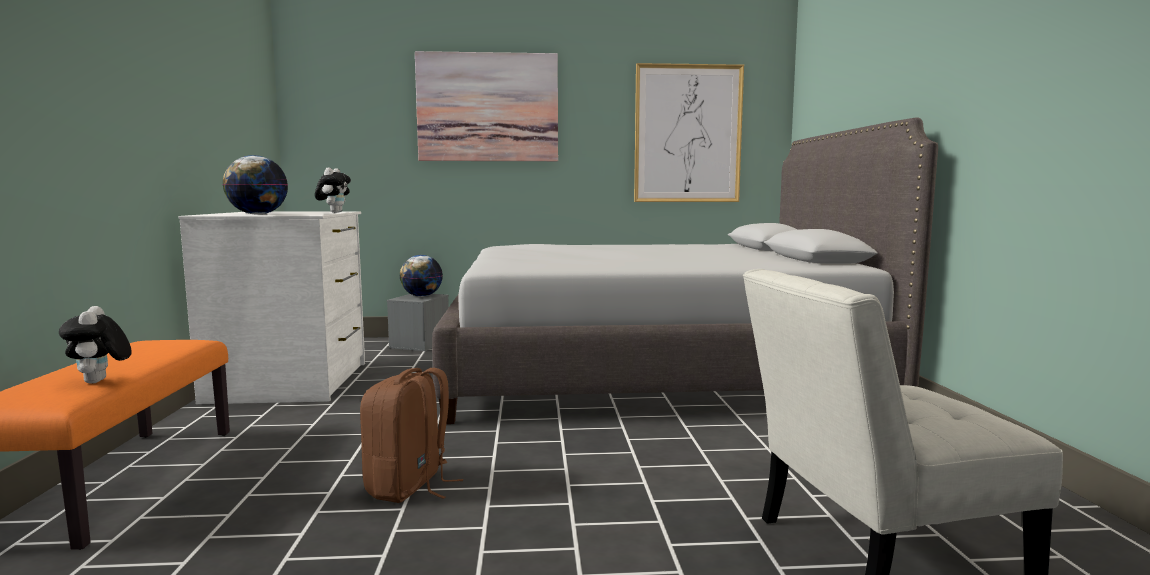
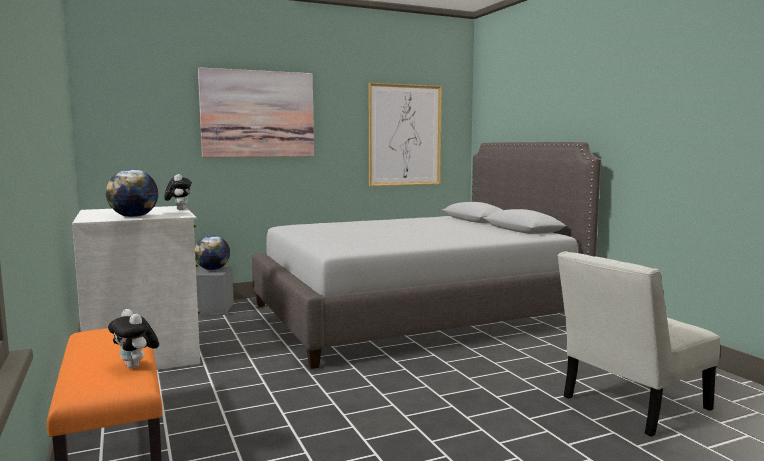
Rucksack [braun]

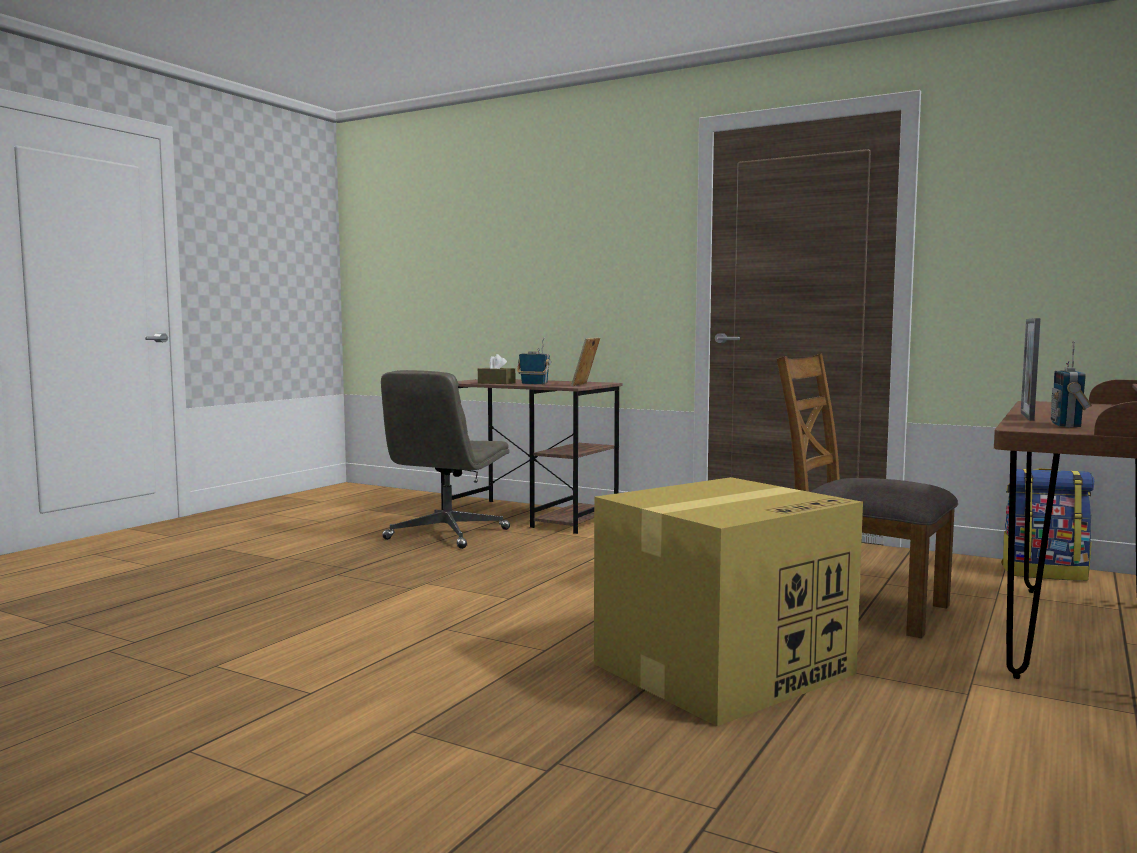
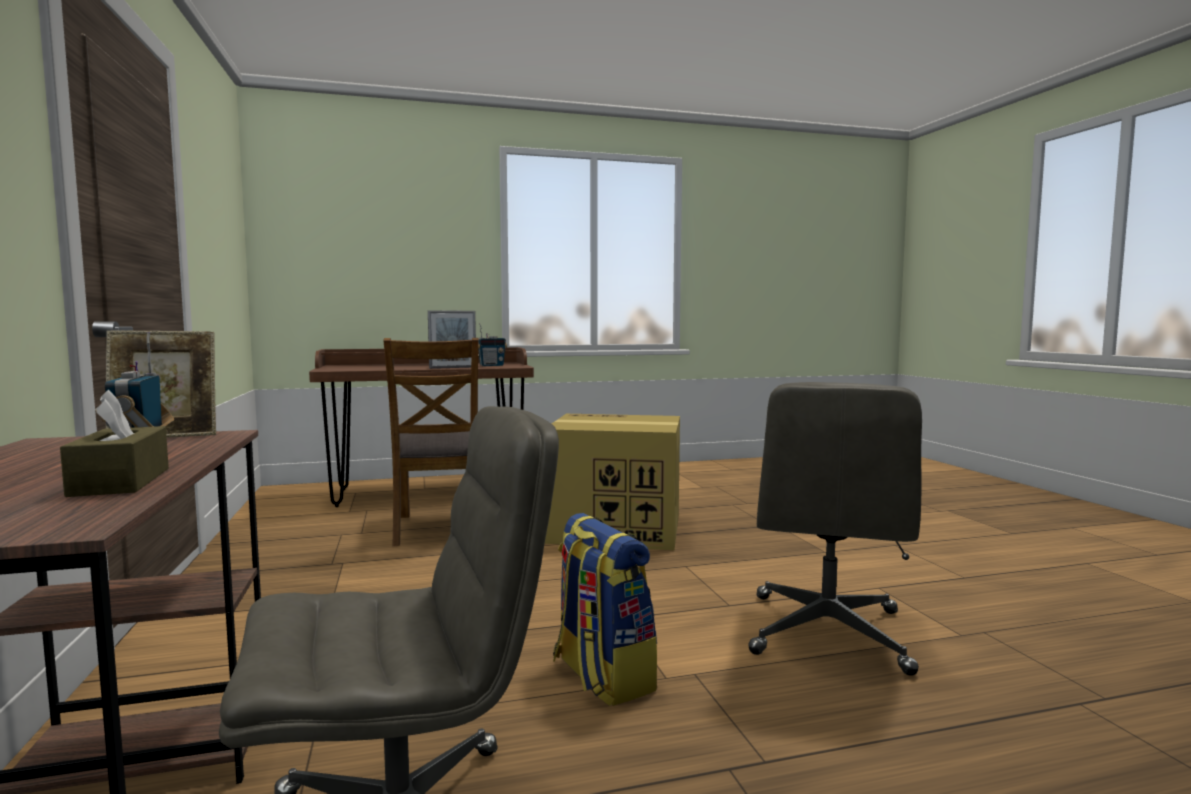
Bürostuhl [grau] (no. 2 from left); Rucksack

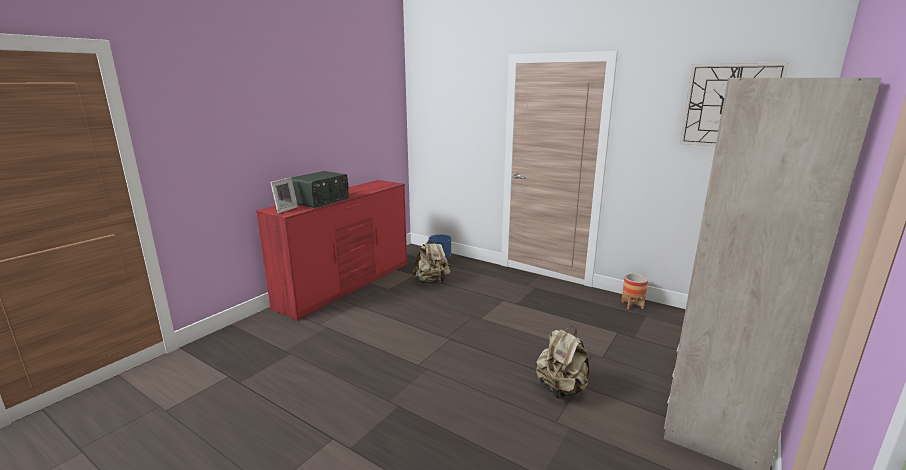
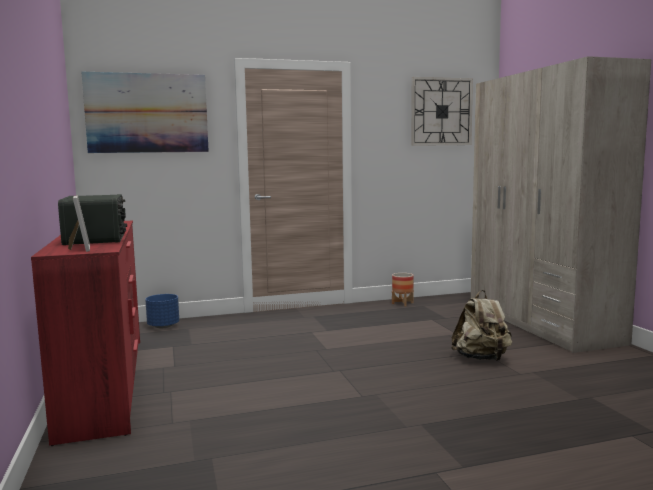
Rucksack [beige] (no. 1 from left in the first image); Bild

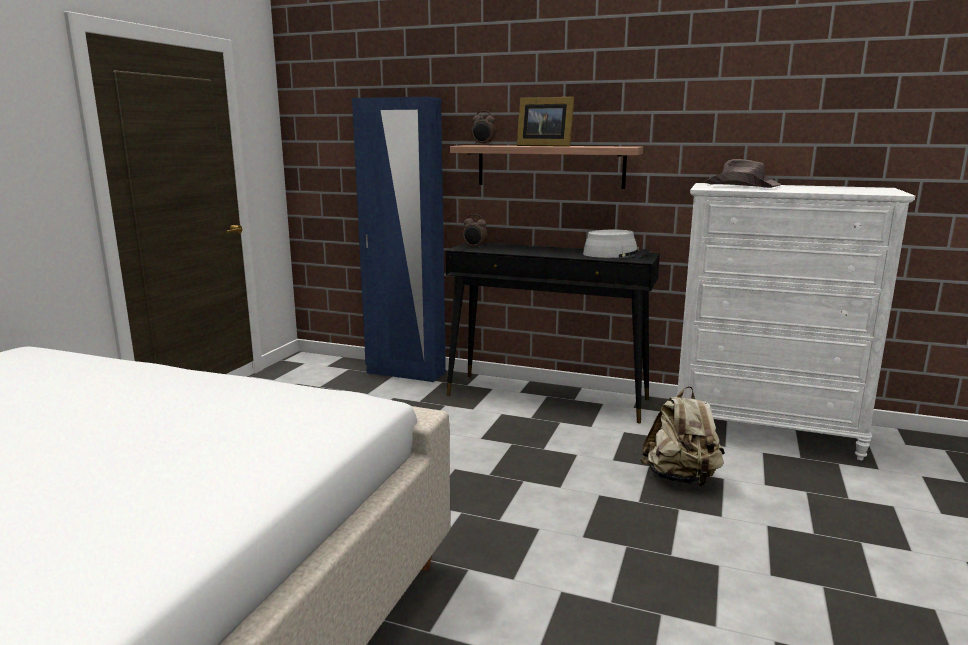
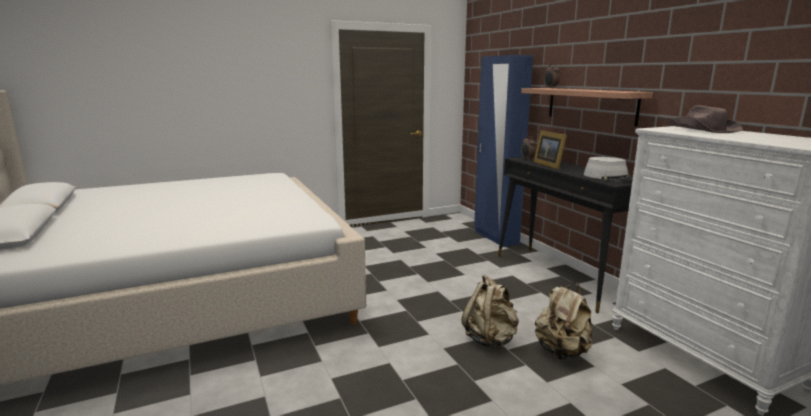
Rucksack [beige] (no. 1 from left); Bilderrahmen

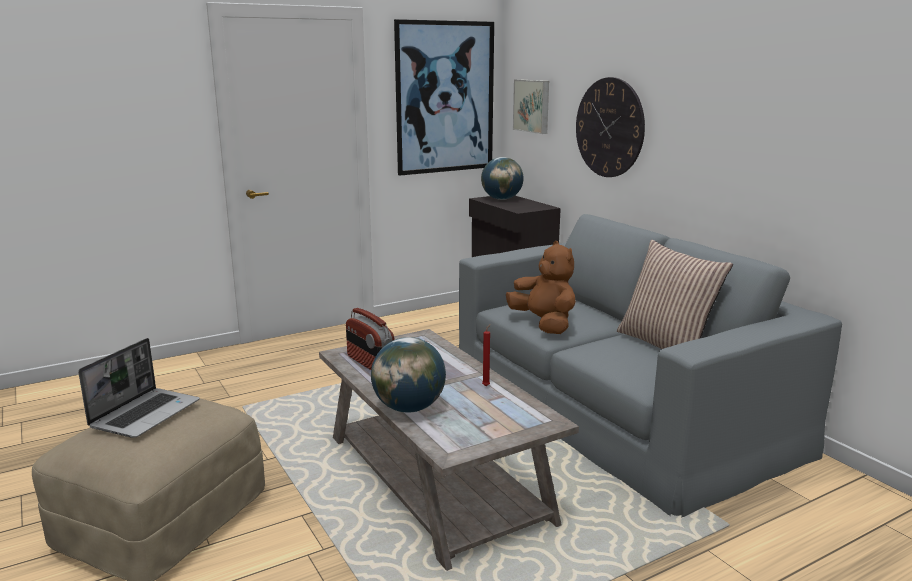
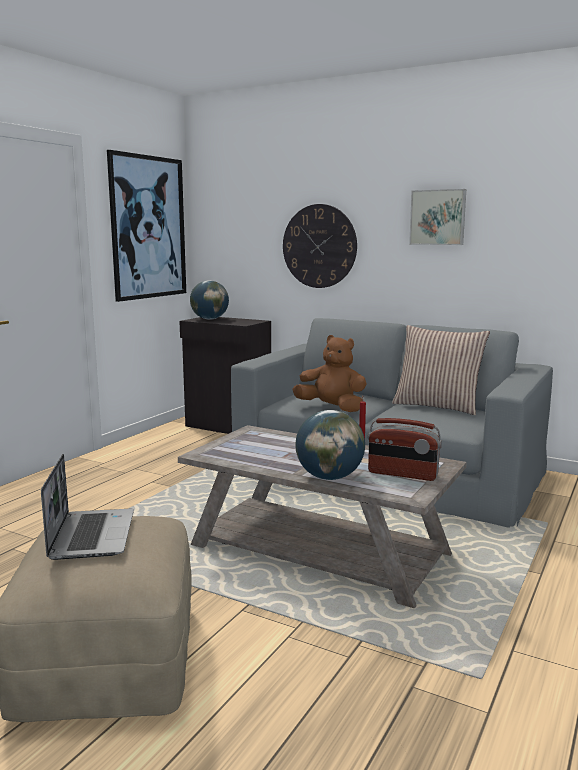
Radio; Bild (no. 2 from left)

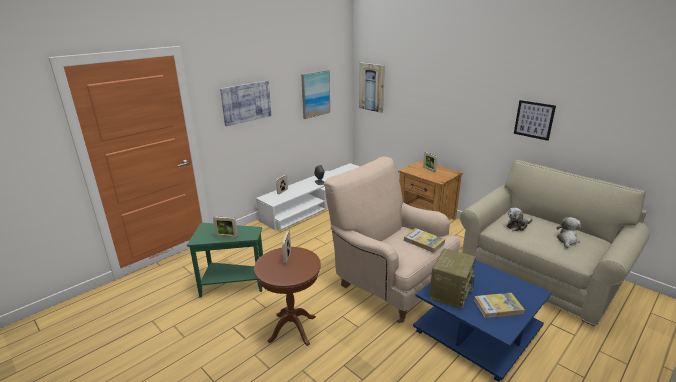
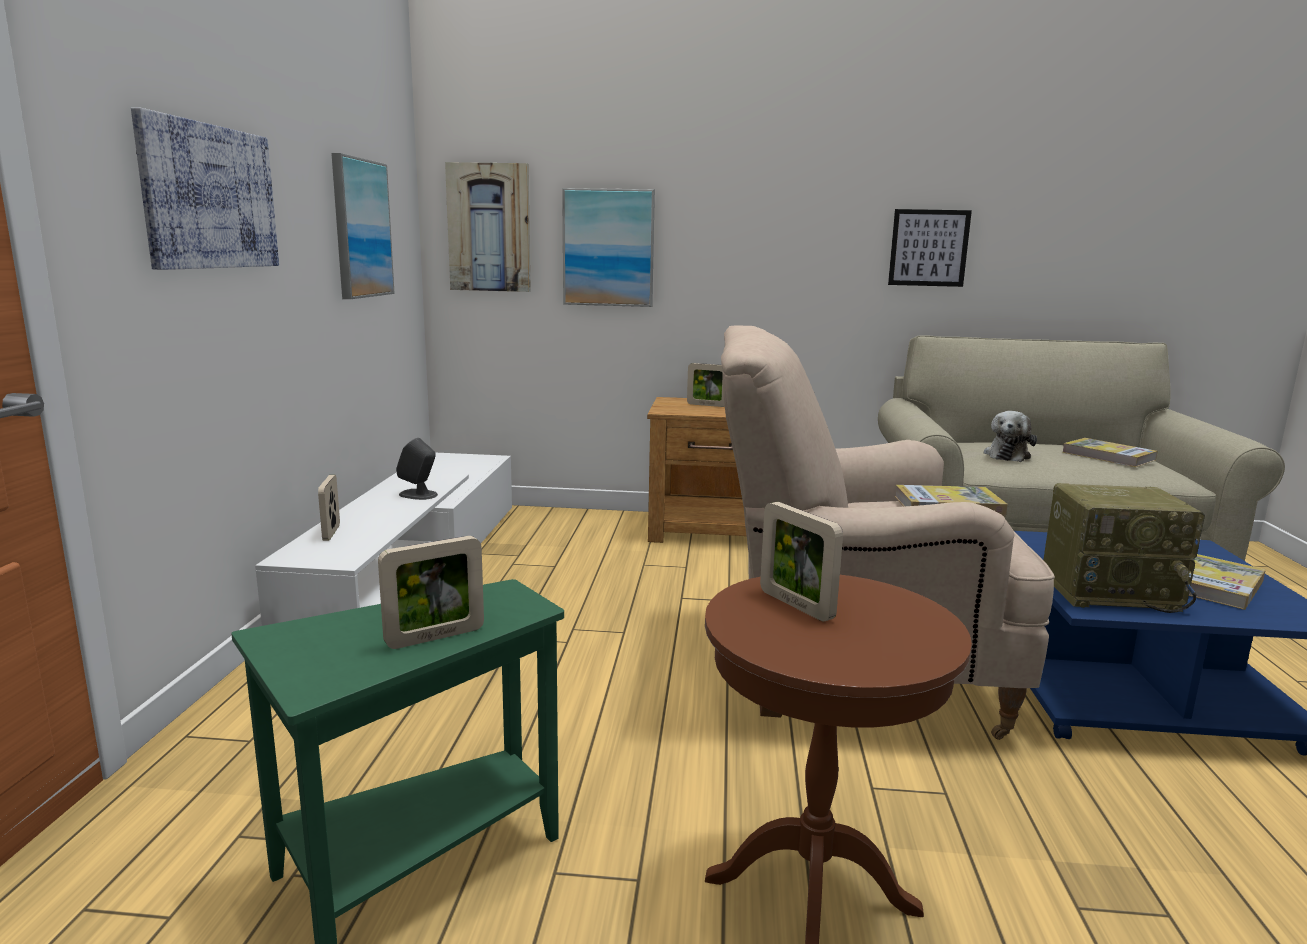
Bild (no. 4 from left); Buch (no. 2 from left); Radio

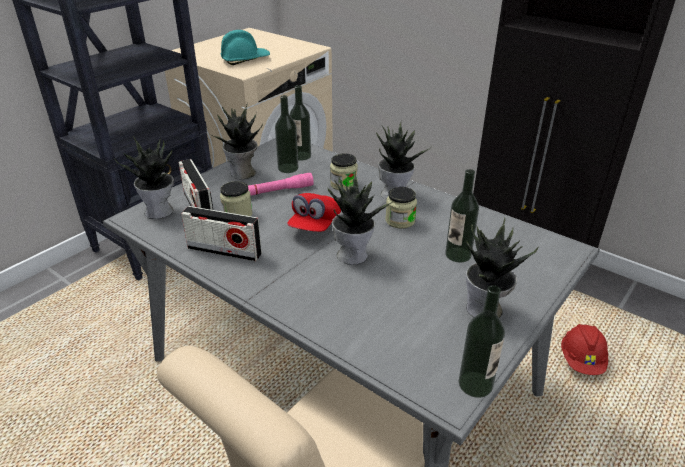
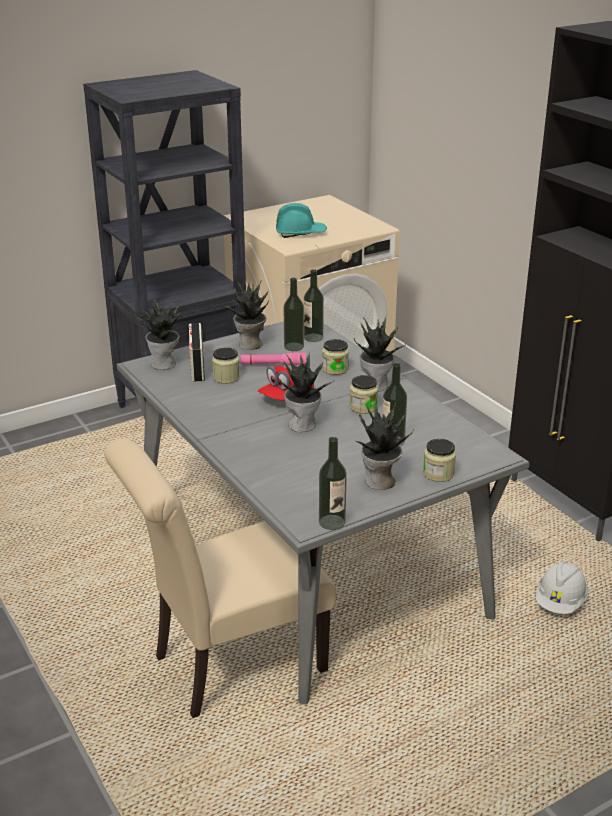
Radio (no. 2 from left in the first image); Vorratsglas (no. 4 from left); Schutzhelm [weiß]

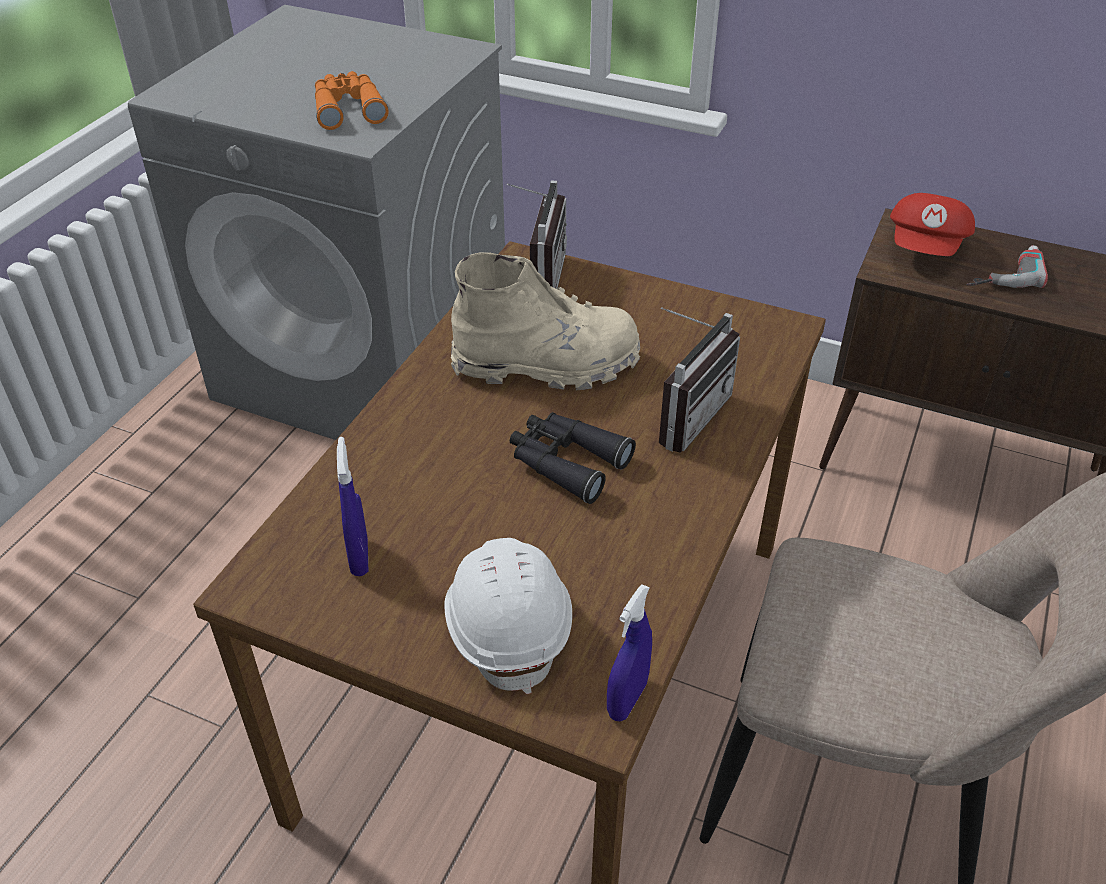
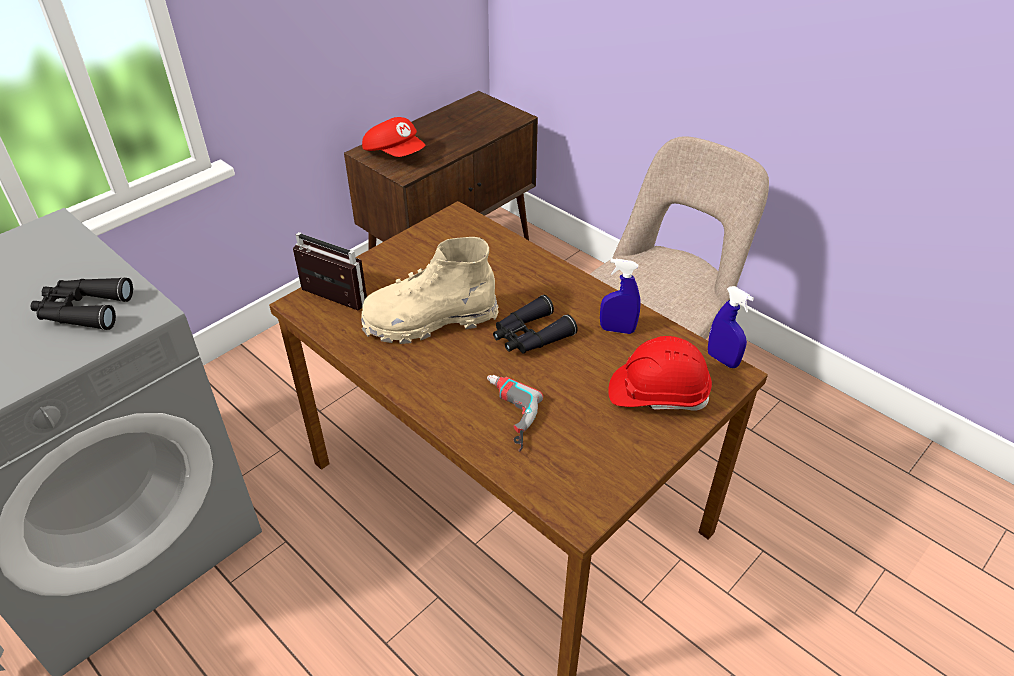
Radio (no. 2 from left in the first image); Sprühflasche [blau] (no. 1 from left); Bohrmaschine; Fernglas [schwarz] (no. 1 from left); Schutzhelm [rot]; Stiefel [beige]

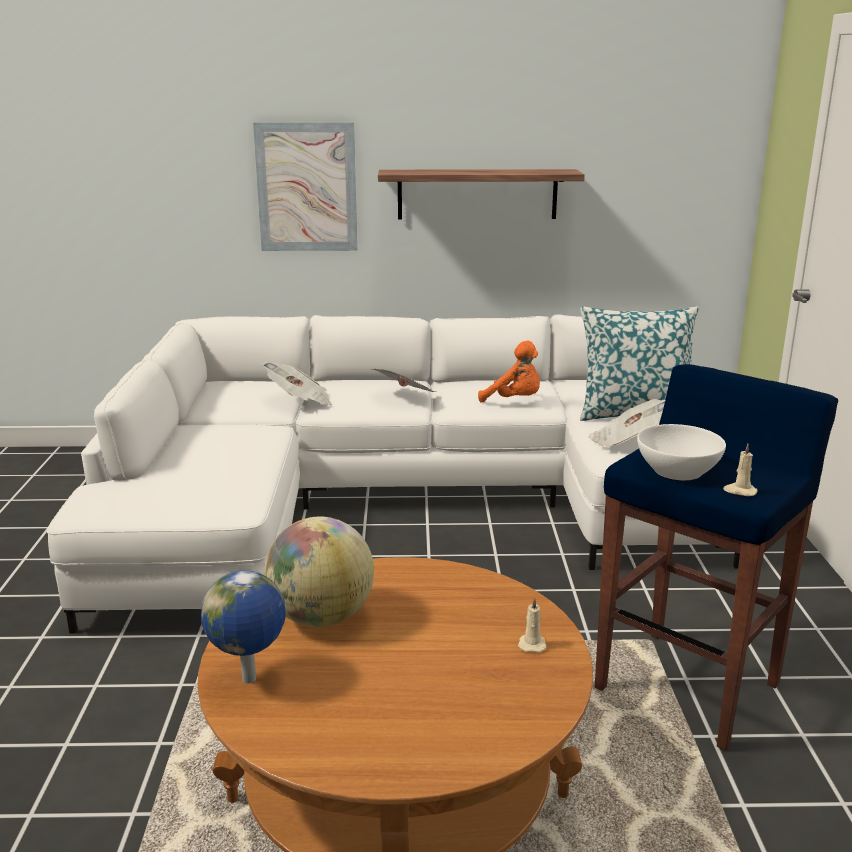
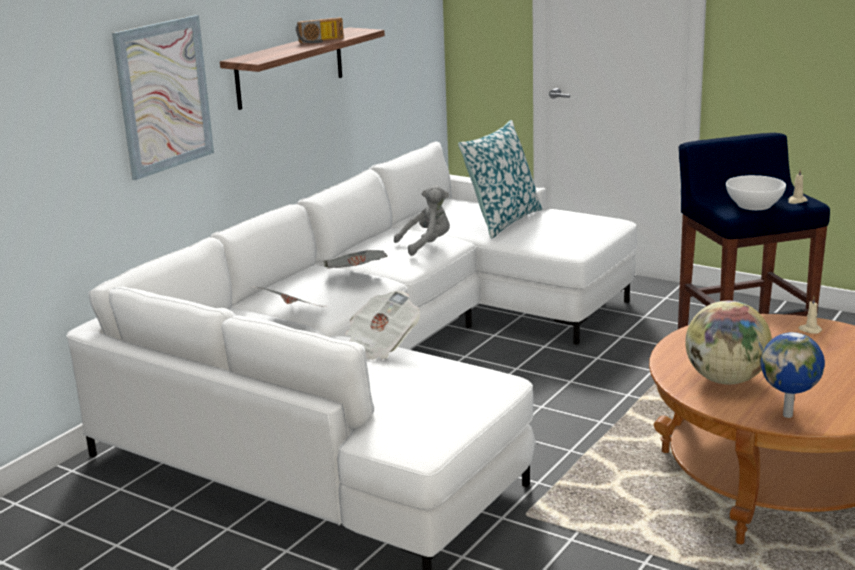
Radio; Zeitung (no. 3 from left); Plüschtier [grau]

